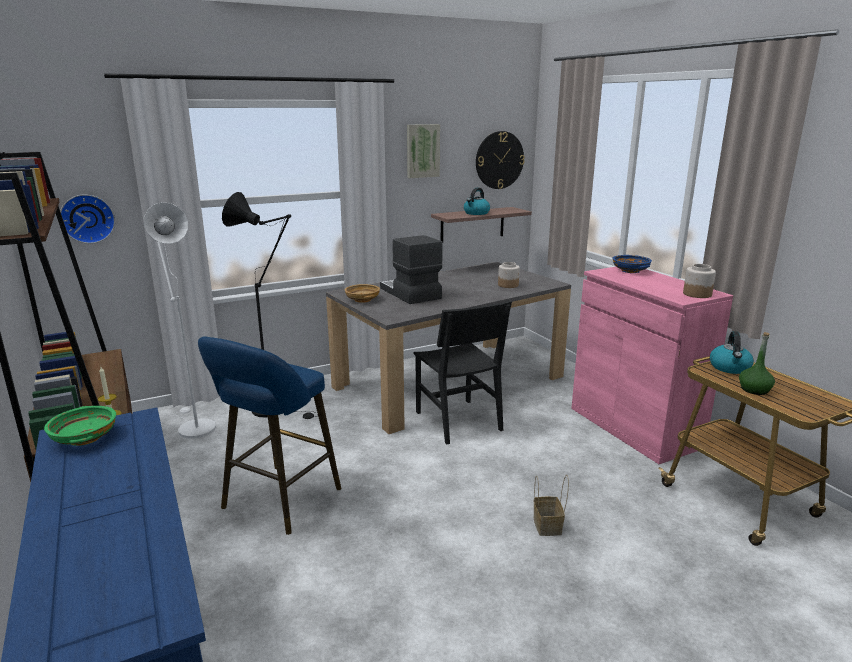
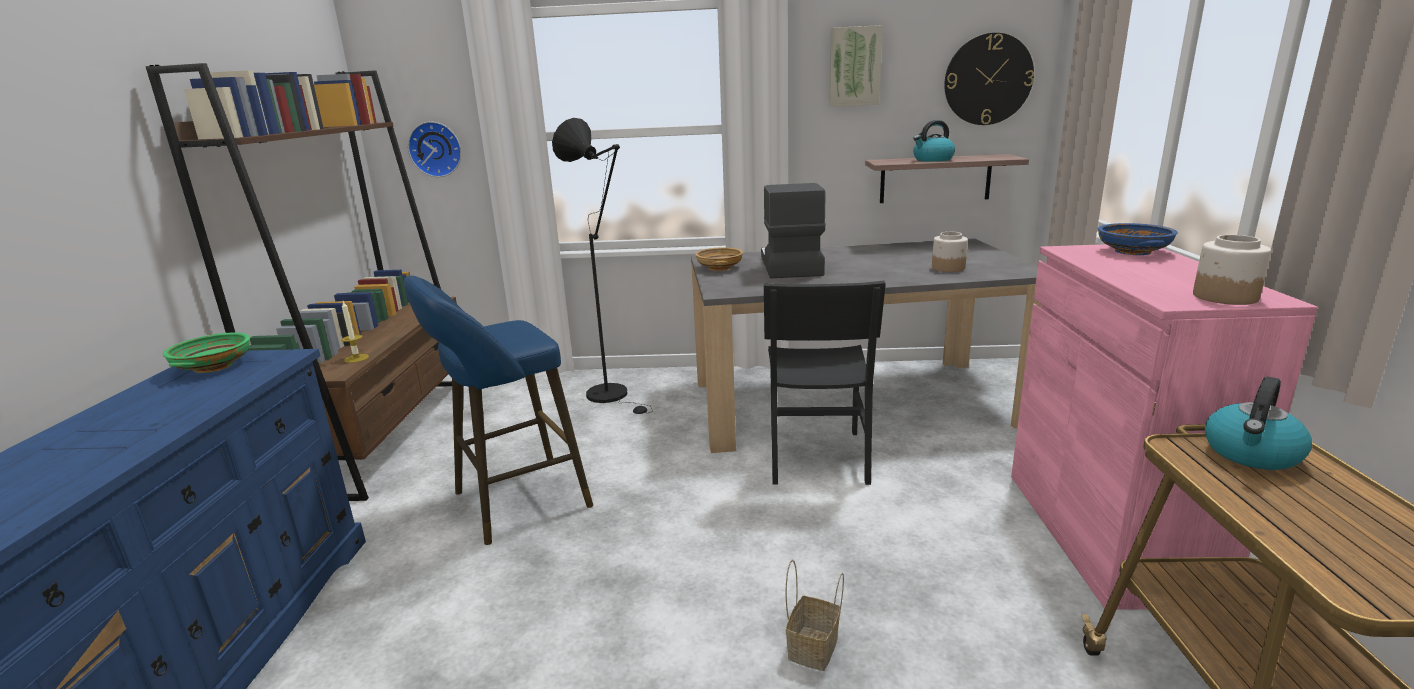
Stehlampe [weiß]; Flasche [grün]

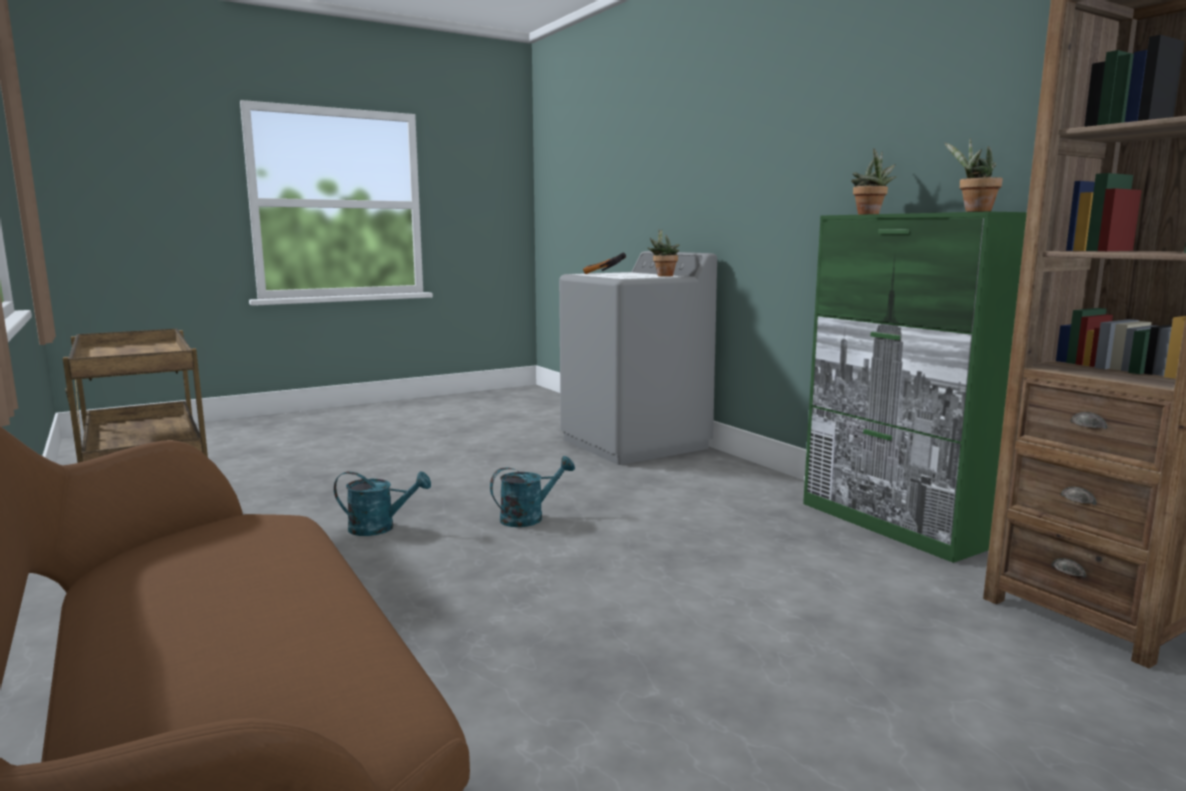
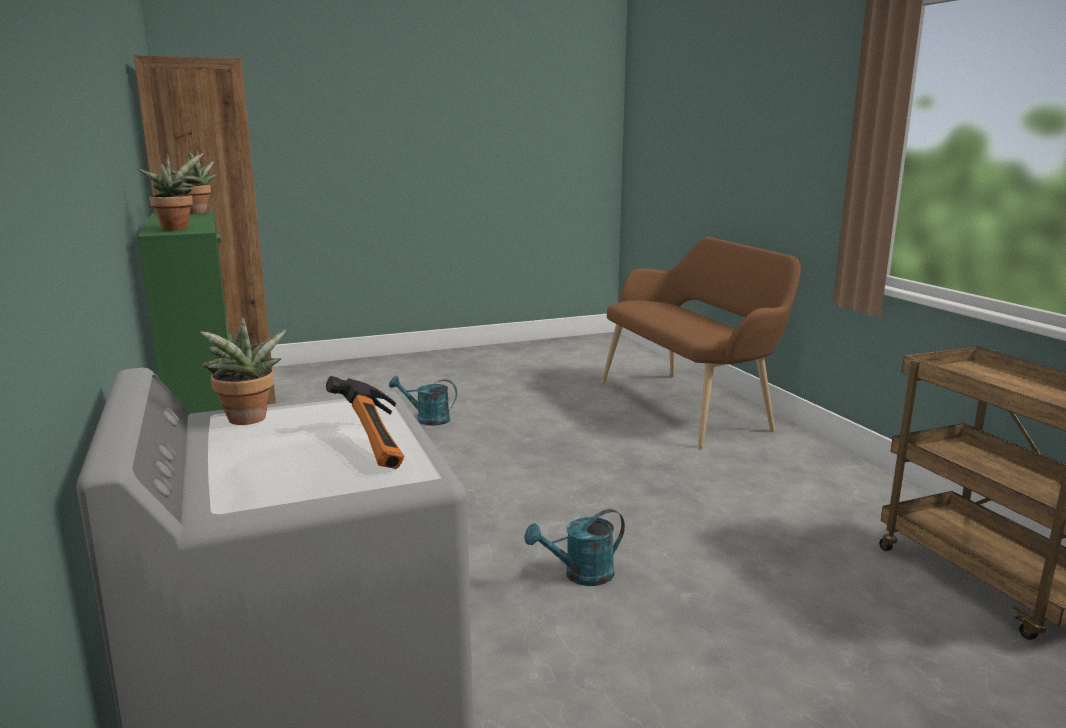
Gießkanne [türkis] (no. 1 from left)

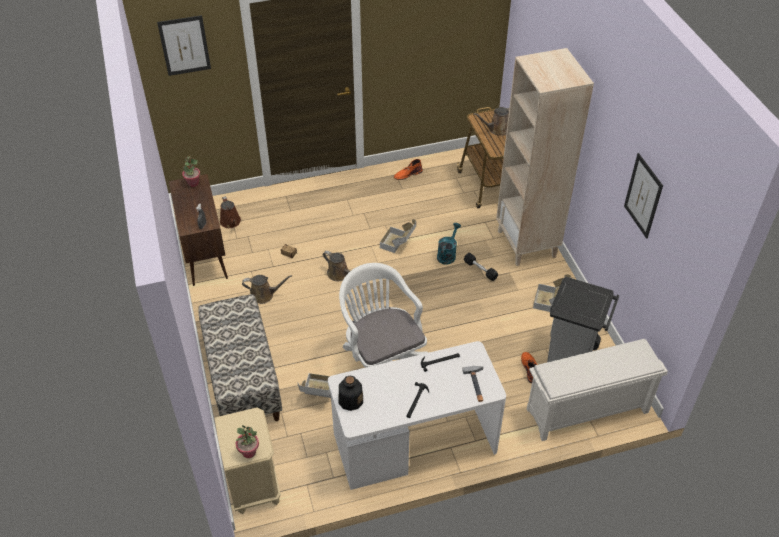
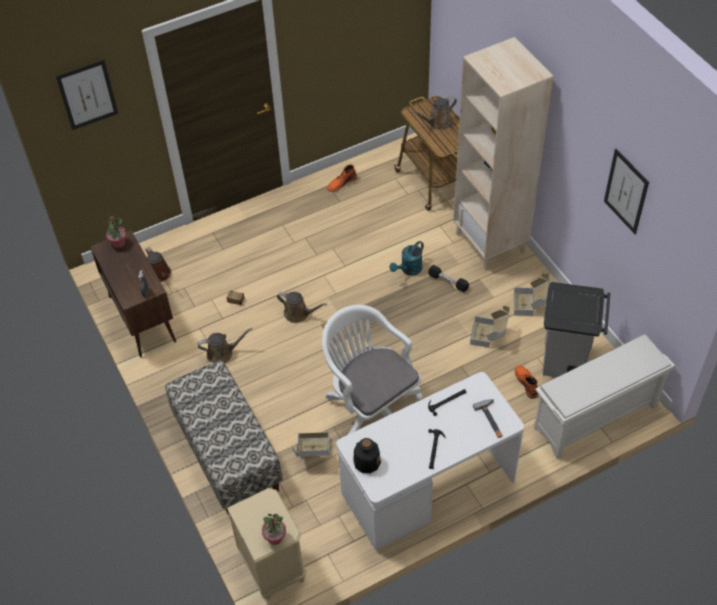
Karton (no. 2 from left); Gießkanne [türkis]

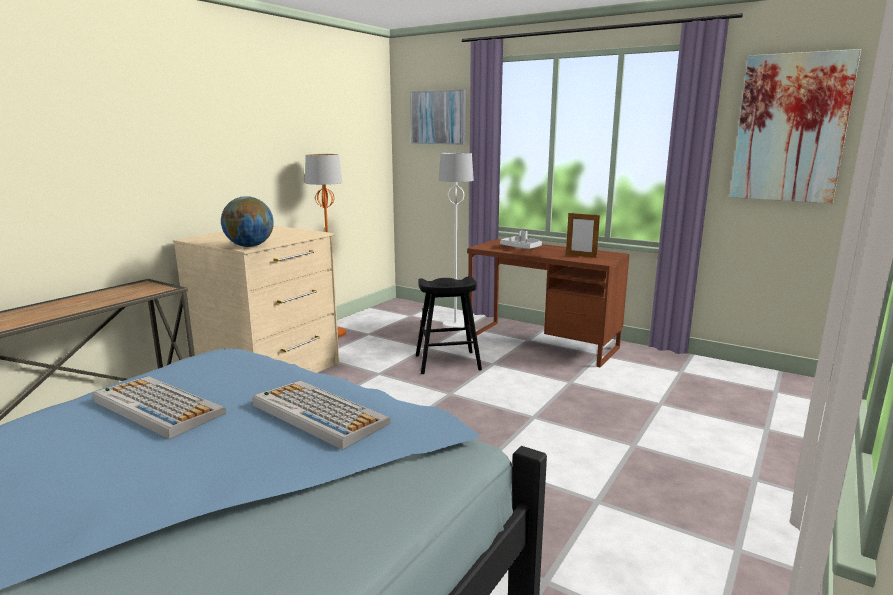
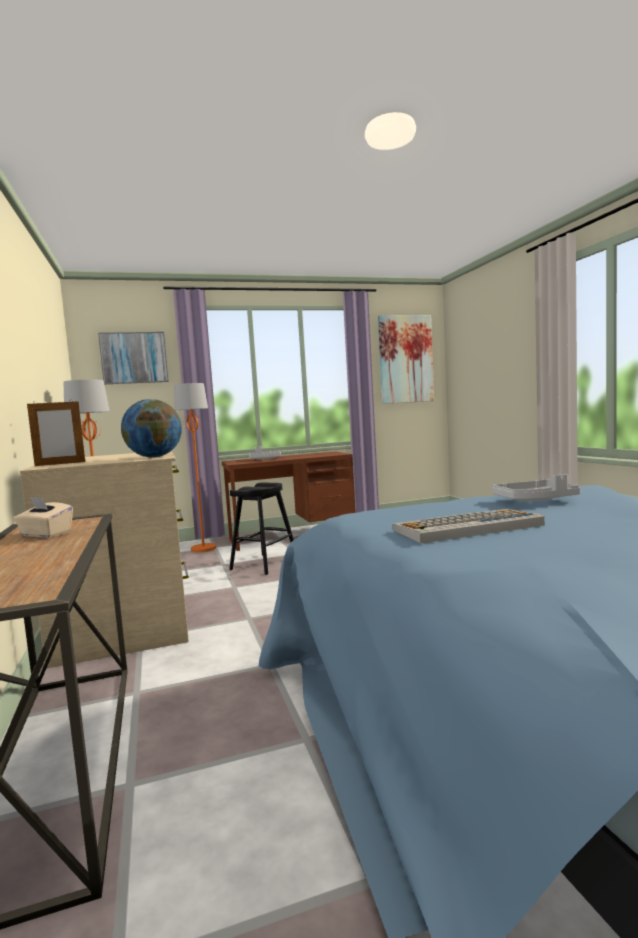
Taschentuchbox [beige]; Bilderrahmen; Tablett [grau] (no. 2 from left); Stehlampe [orange] (no. 2 from left)

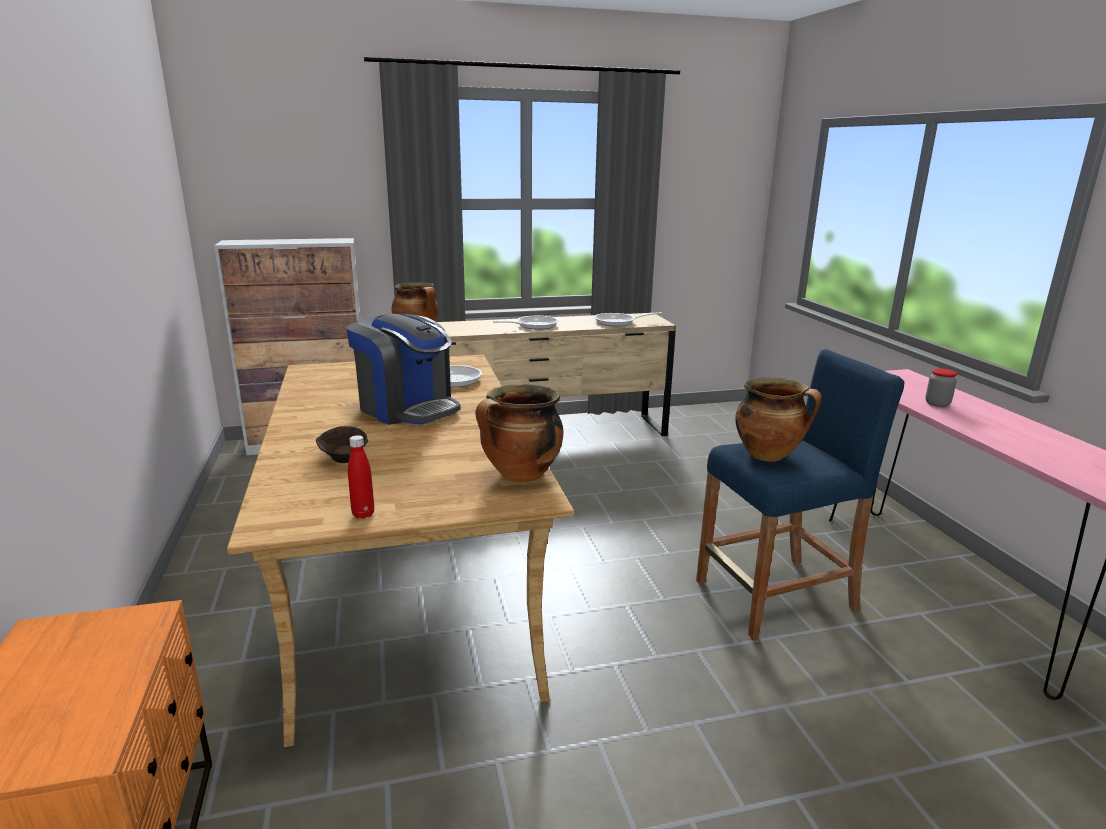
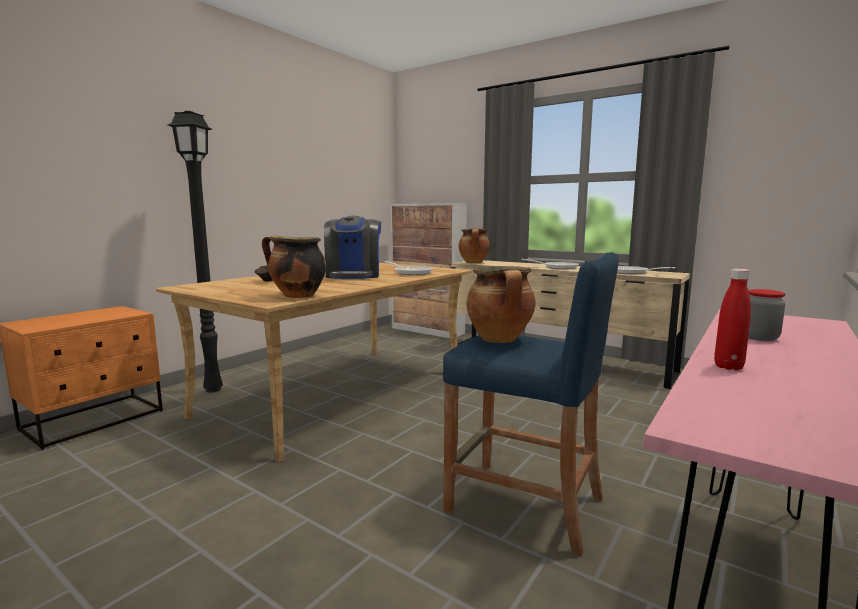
Stehlampe [schwarz]; Flasche [rot]

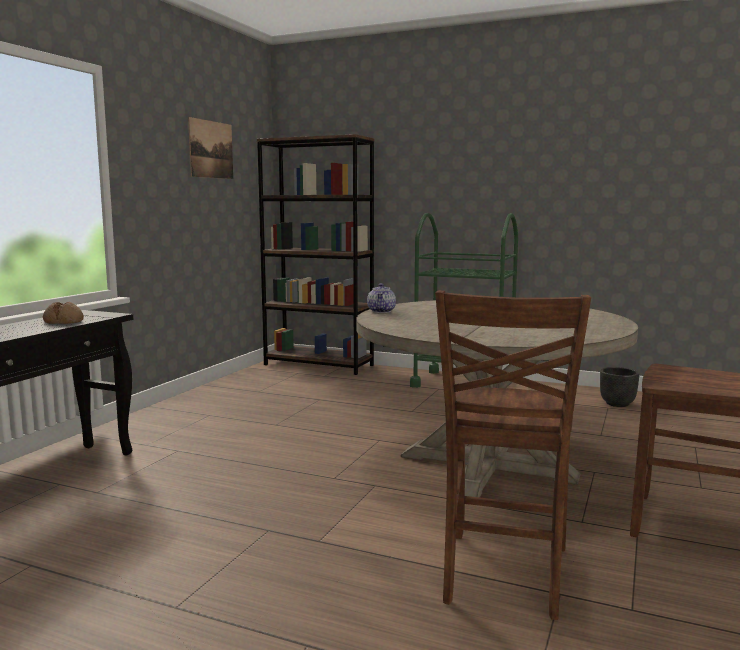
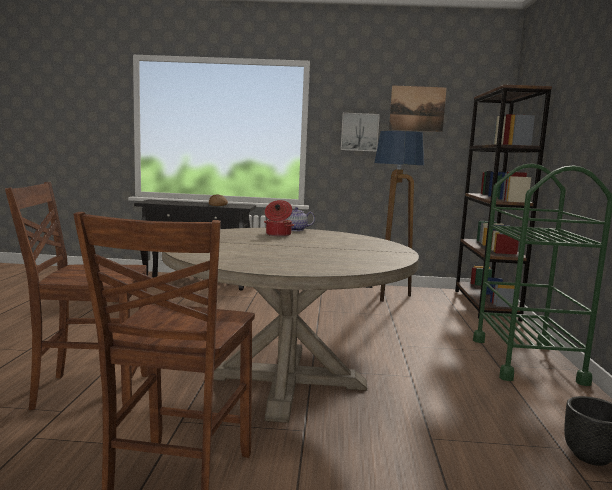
Kochtopf; Bild (no. 1 from left); Stehlampe

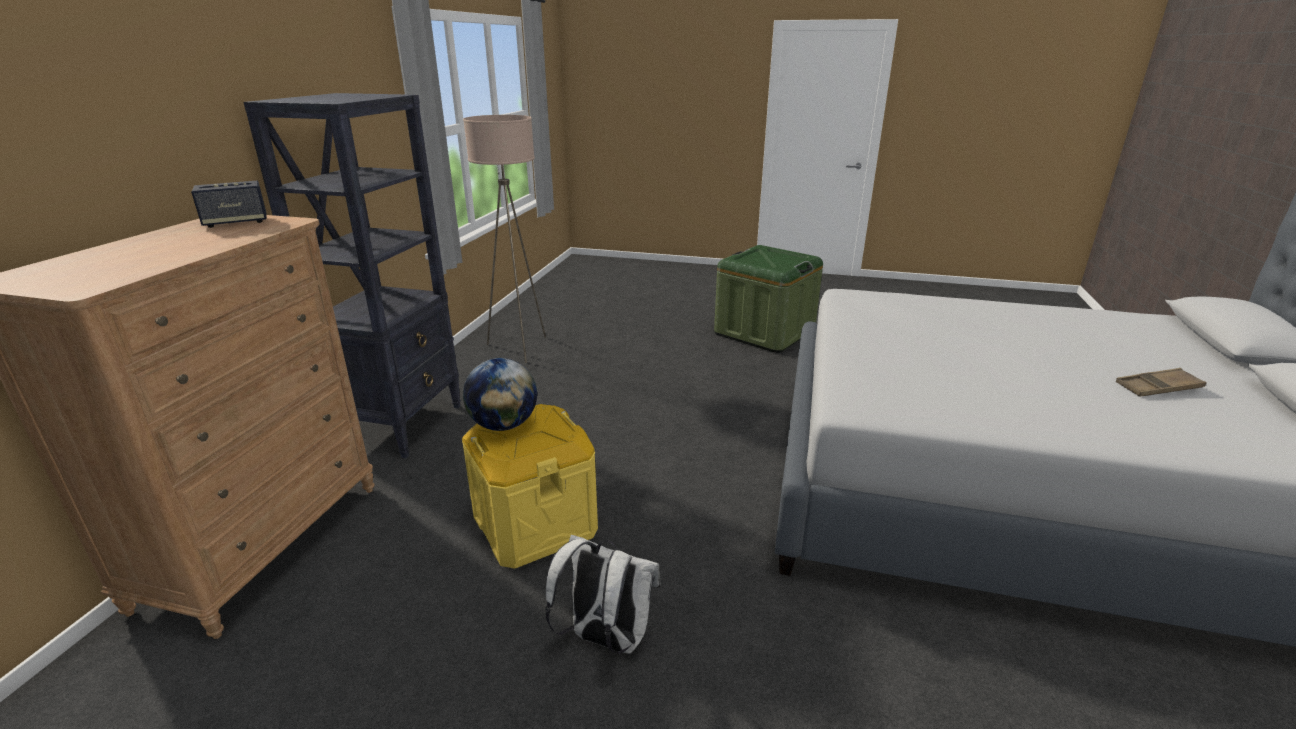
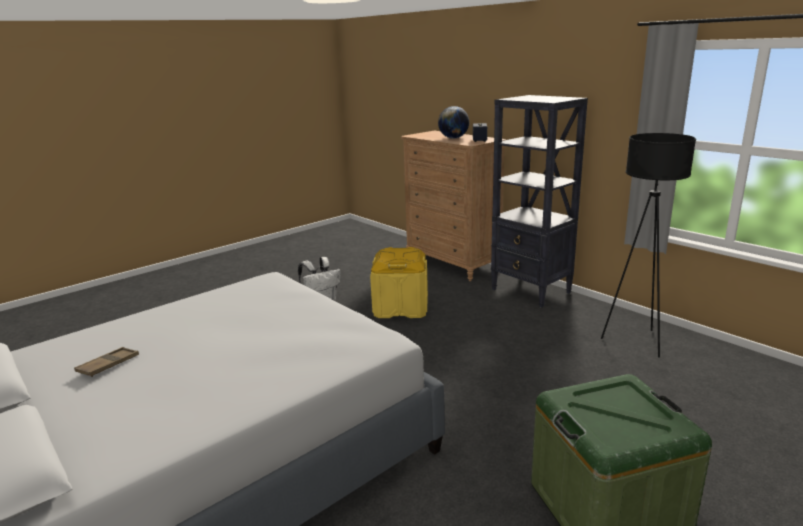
Globus; Stehlampe [schwarz]

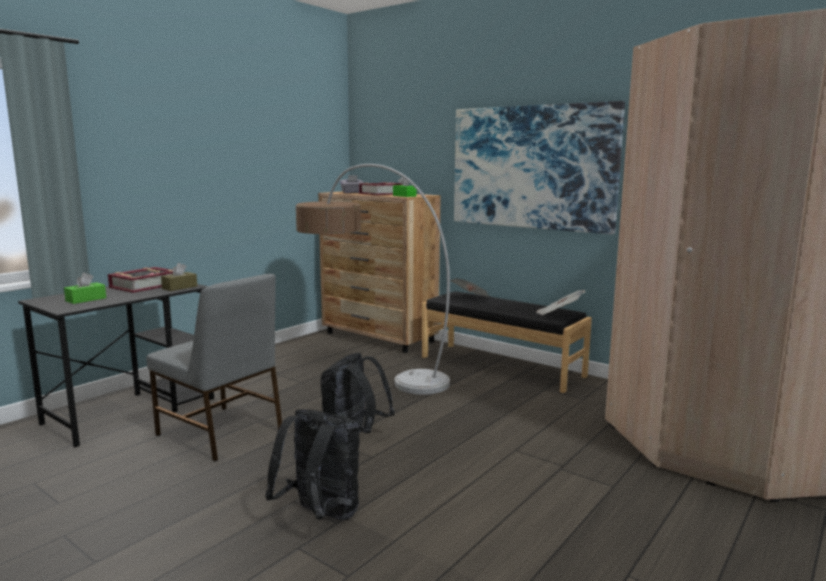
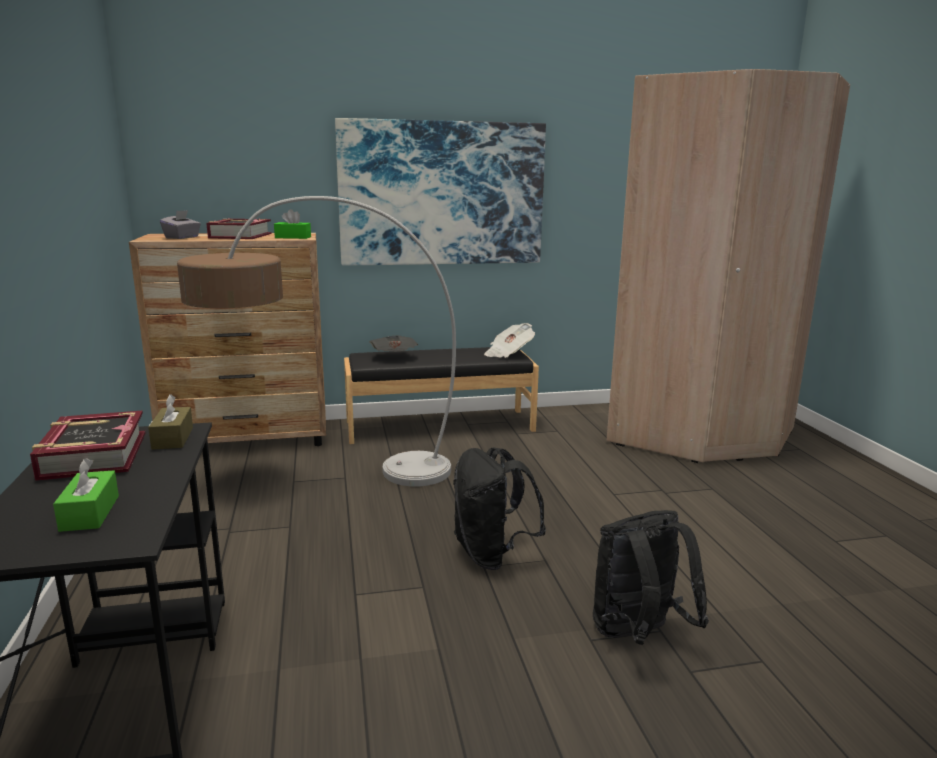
Stuhl [grau]

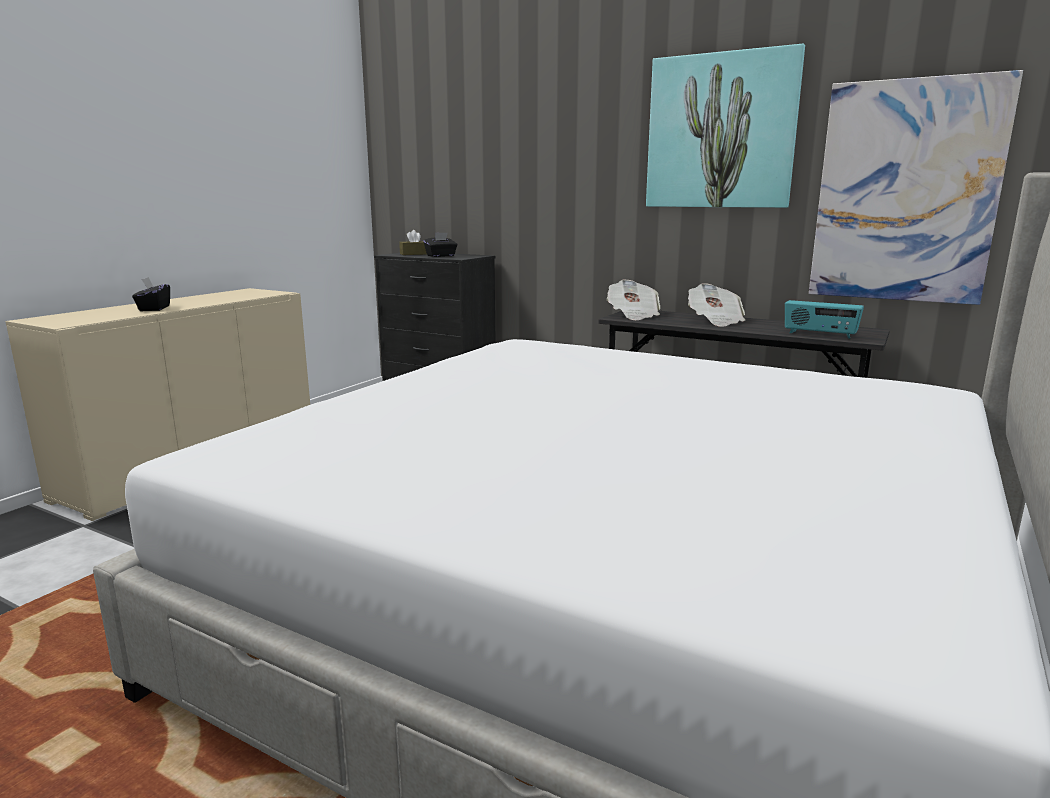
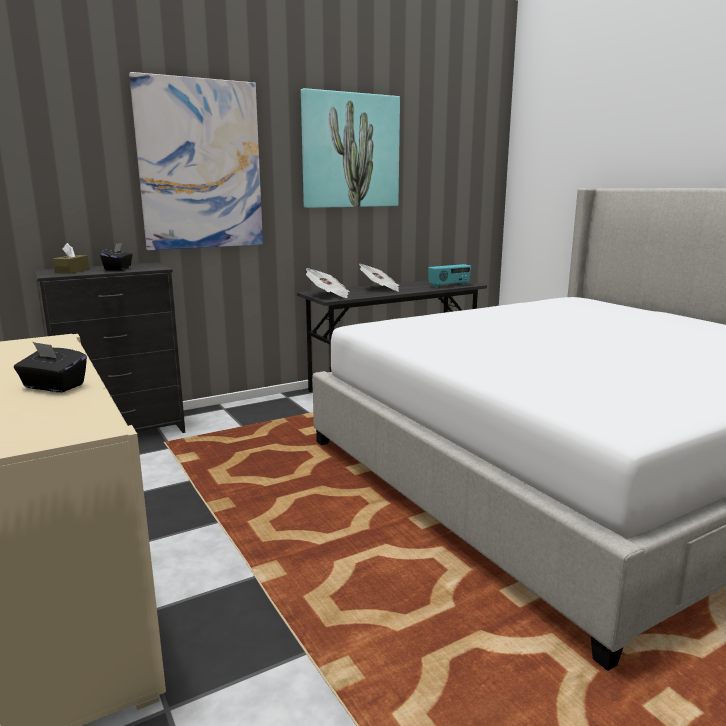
Bild (no. 1 from left)

